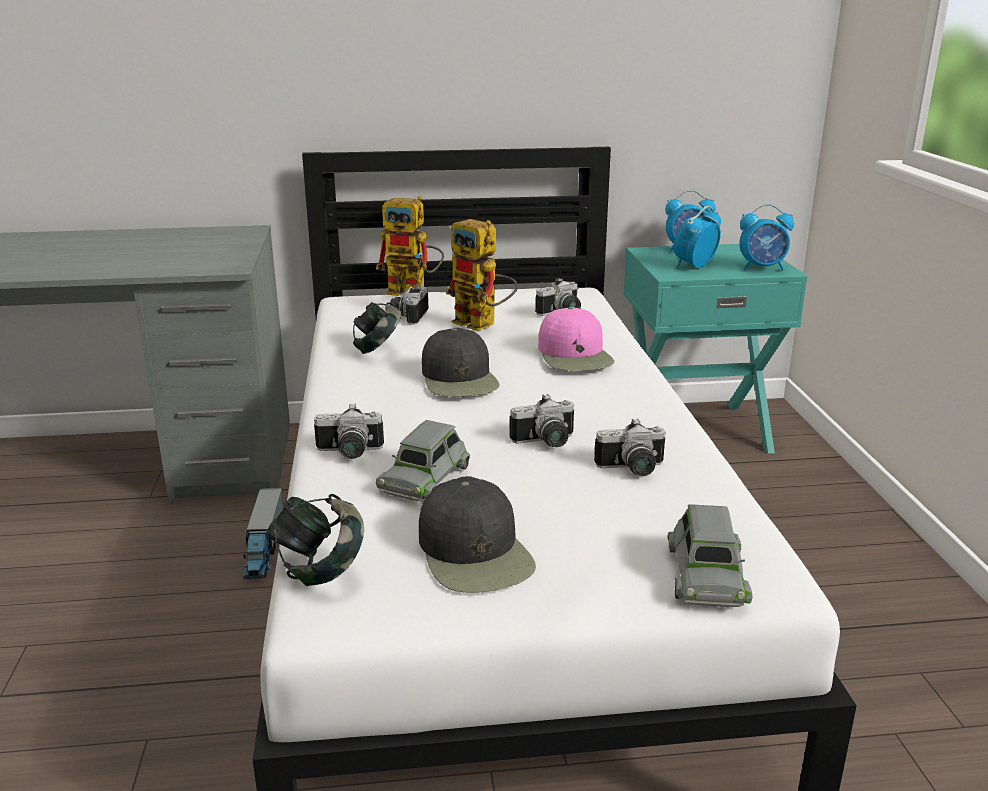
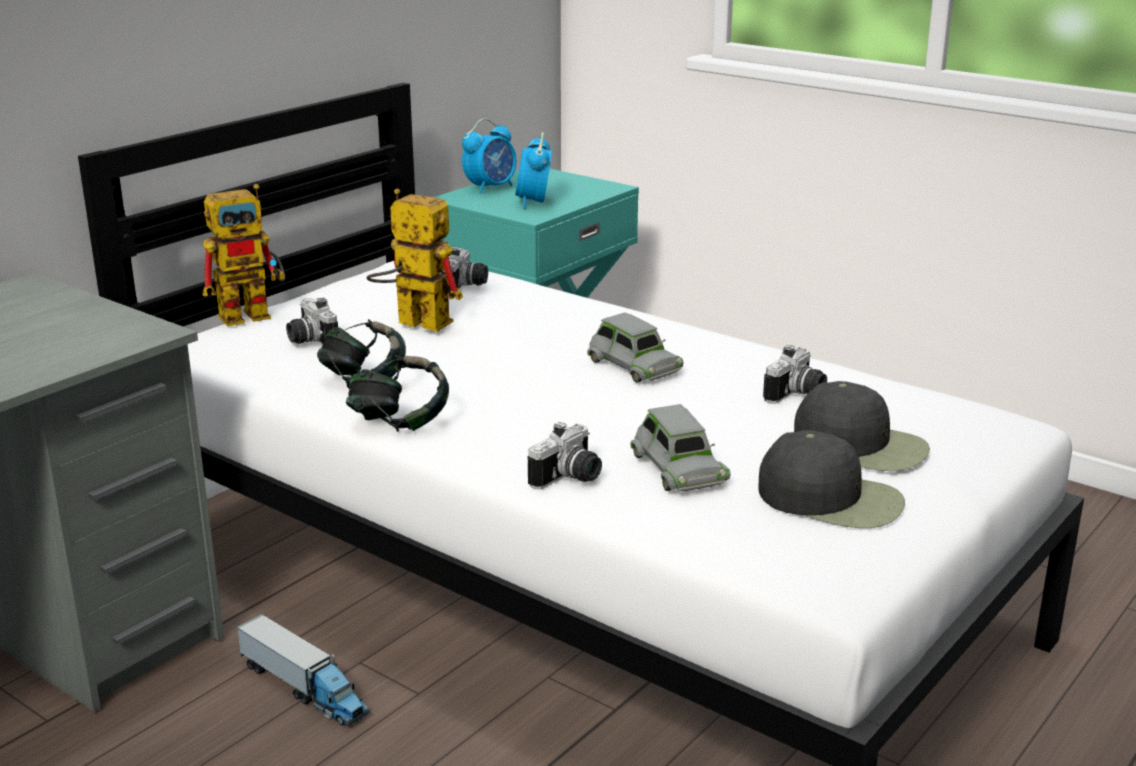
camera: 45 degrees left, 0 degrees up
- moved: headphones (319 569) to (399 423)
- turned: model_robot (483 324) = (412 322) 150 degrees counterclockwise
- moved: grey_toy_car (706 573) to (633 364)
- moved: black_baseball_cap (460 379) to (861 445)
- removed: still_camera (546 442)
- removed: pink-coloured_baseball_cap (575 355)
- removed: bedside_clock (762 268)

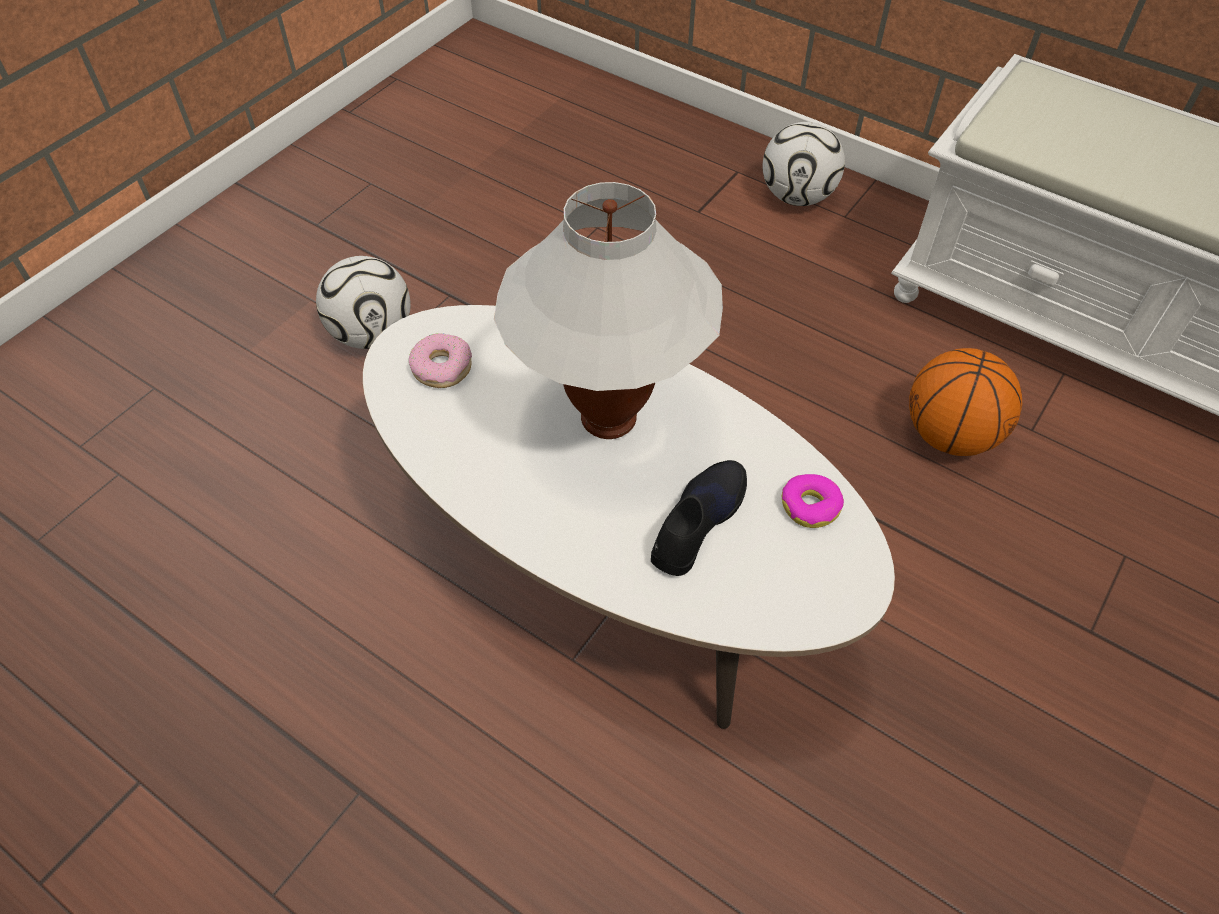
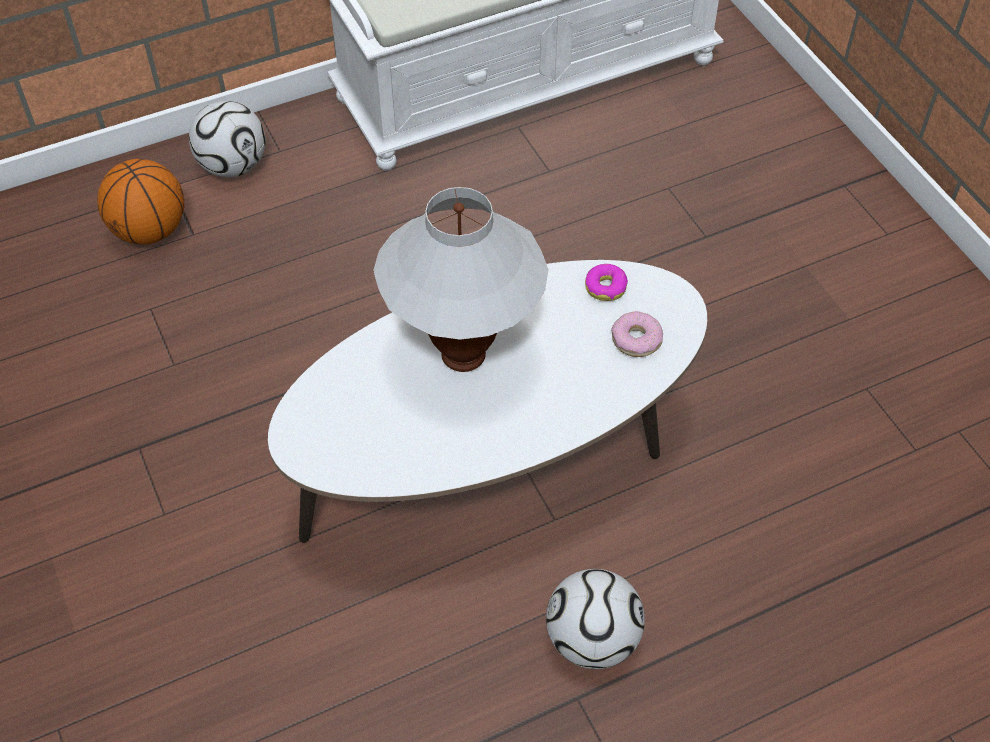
camera: 60 degrees left, 0 degrees up
- moved: ball_for_basketball (950 436) to (150 231)
- moved: football_ball (372 334) to (591 639)
- moved: doughnut (442 367) to (636 339)
- removed: black_low_shoe (697 521)

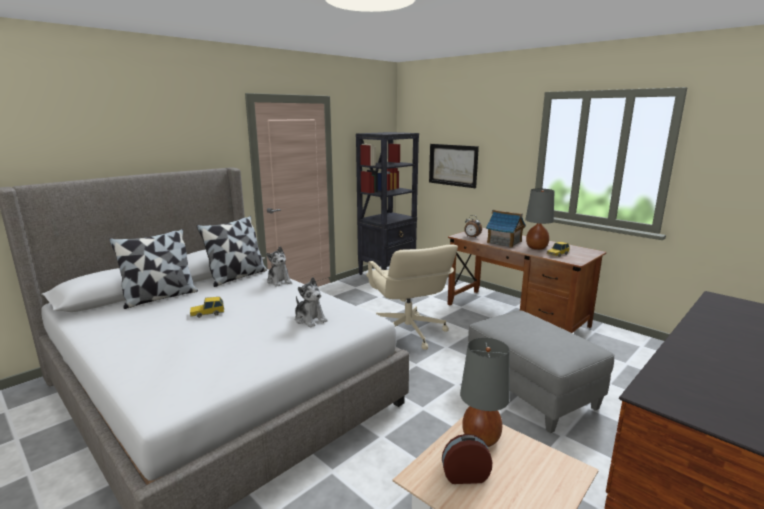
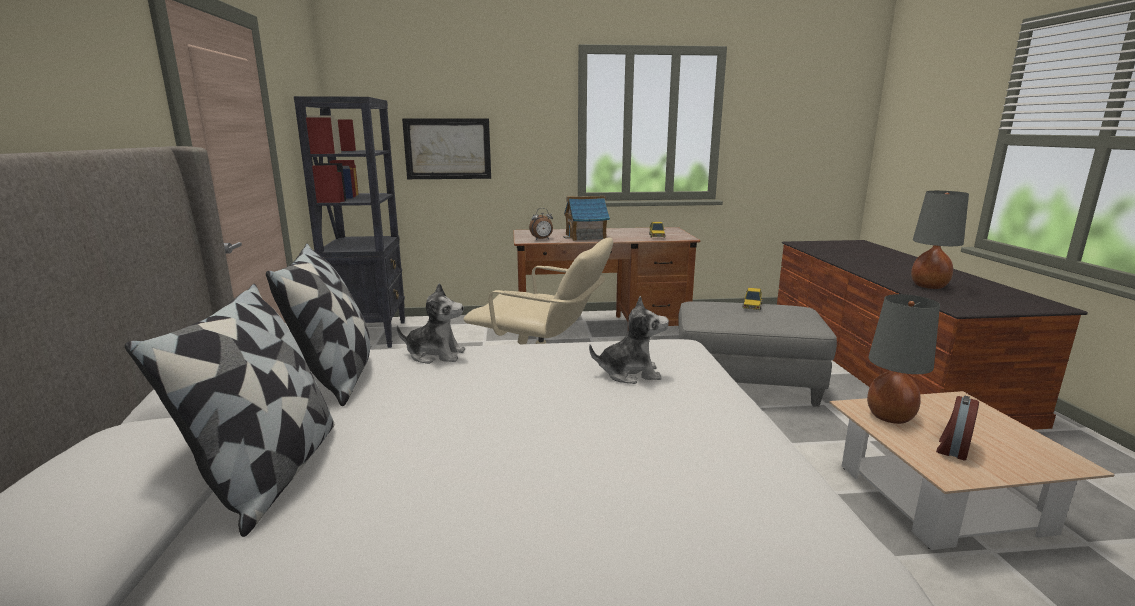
camera: 50 degrees left, 0 degrees up
- moved: toy_car (207 313) to (752 306)
- moved: grey_lamp_for_a_table (536 248) to (928 286)

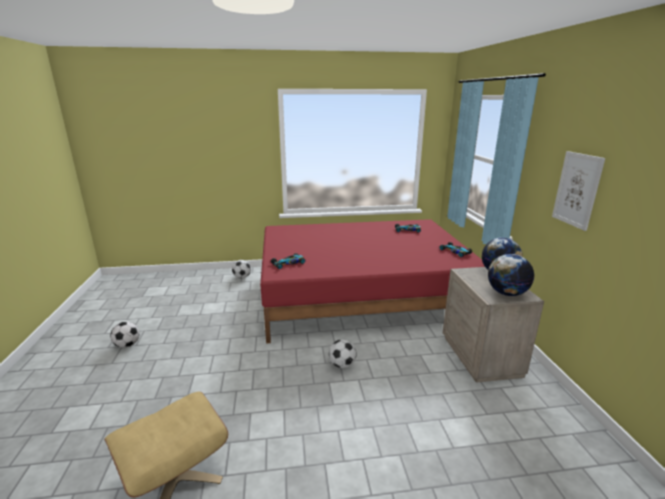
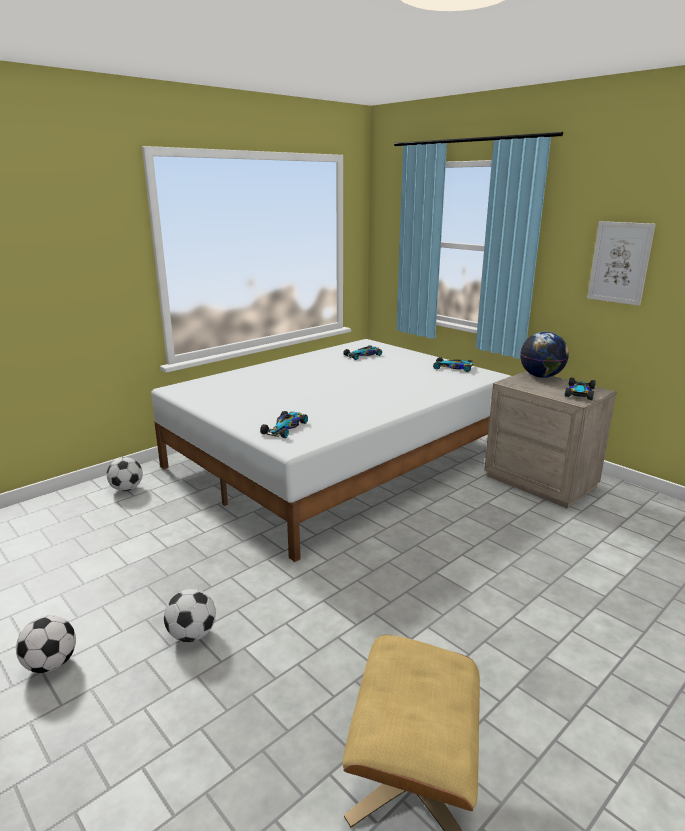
camera: 35 degrees left, 0 degrees up
- recoloured: reddish_bed (362 294) to white_bed (339 459)
- moved: football_ball (342 365) to (192 635)
- replaced: globe (506 293) to toy_car (579 393)

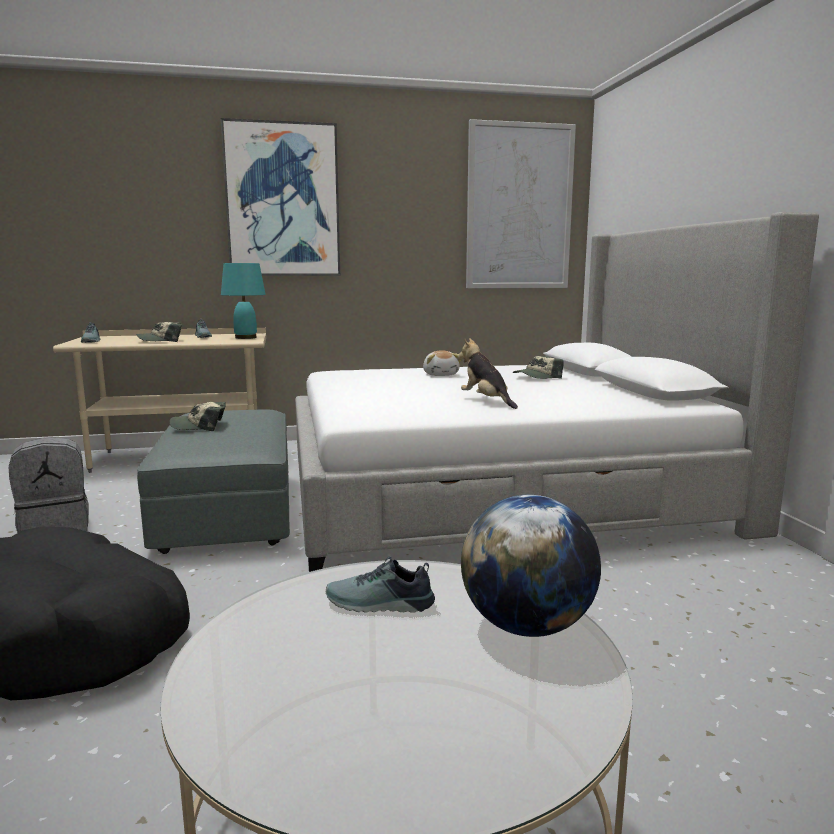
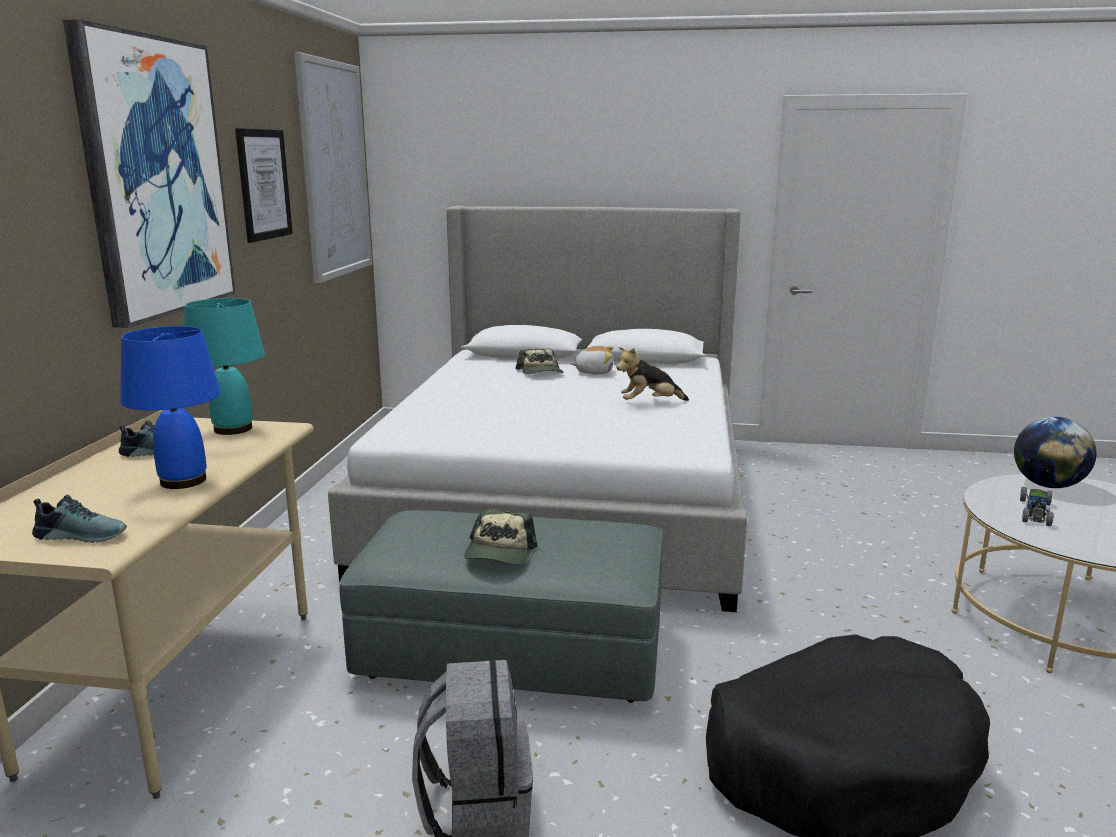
camera: 70 degrees left, 5 degrees up
- replaced: baseball_cap (160 341) to bluish_lamp_for_a_table (184 480)
- added: picture (263 184)
- moved: plush_toy (441 375) to (594 372)
- replaced: low_shoe (379 605) to toy_car (1035 512)

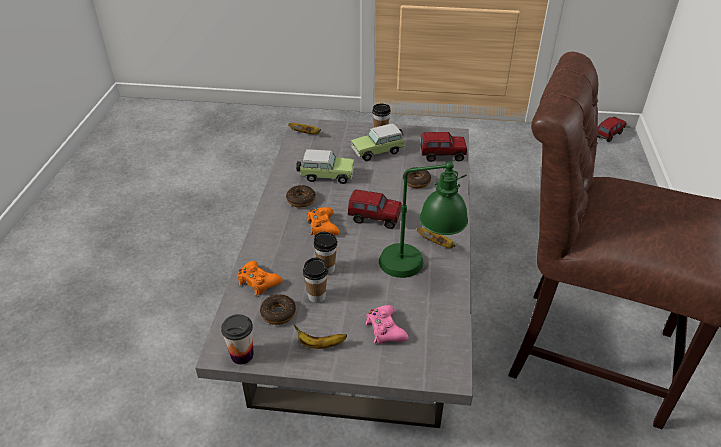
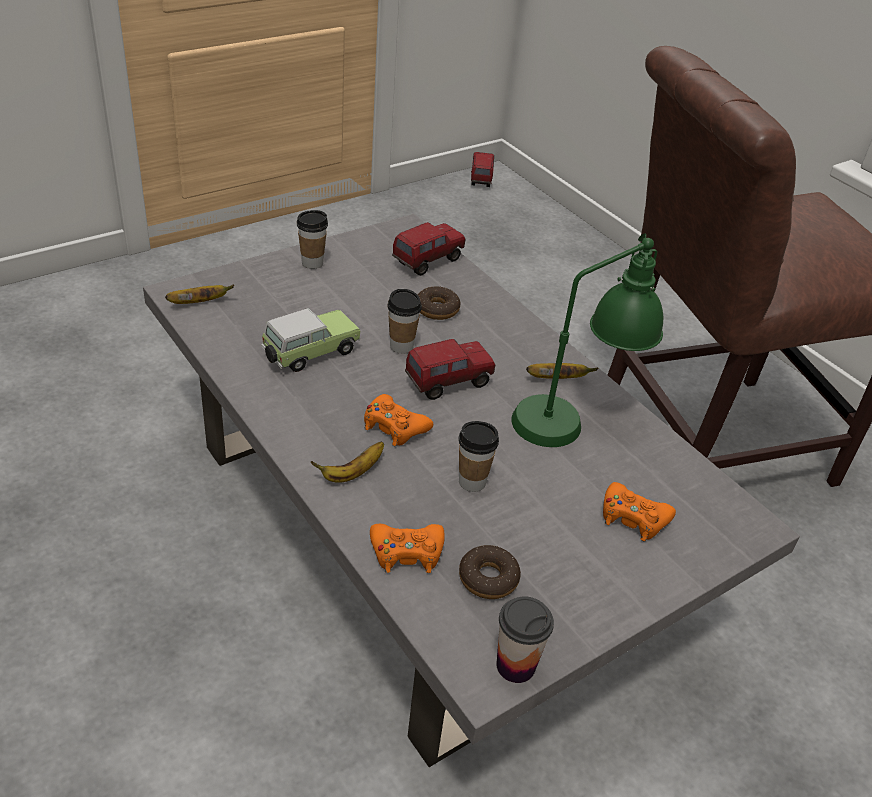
camera: 45 degrees left, 0 degrees up
- moved: banana (320 344) to (352 473)
- moved: cup (316 296) to (401 346)
- recoloured: pink-coloured_joypad (385 329) to orange-coloured_joypad (633 518)
- removed: doughnut (301 200)
- removed: toy_car (379 151)

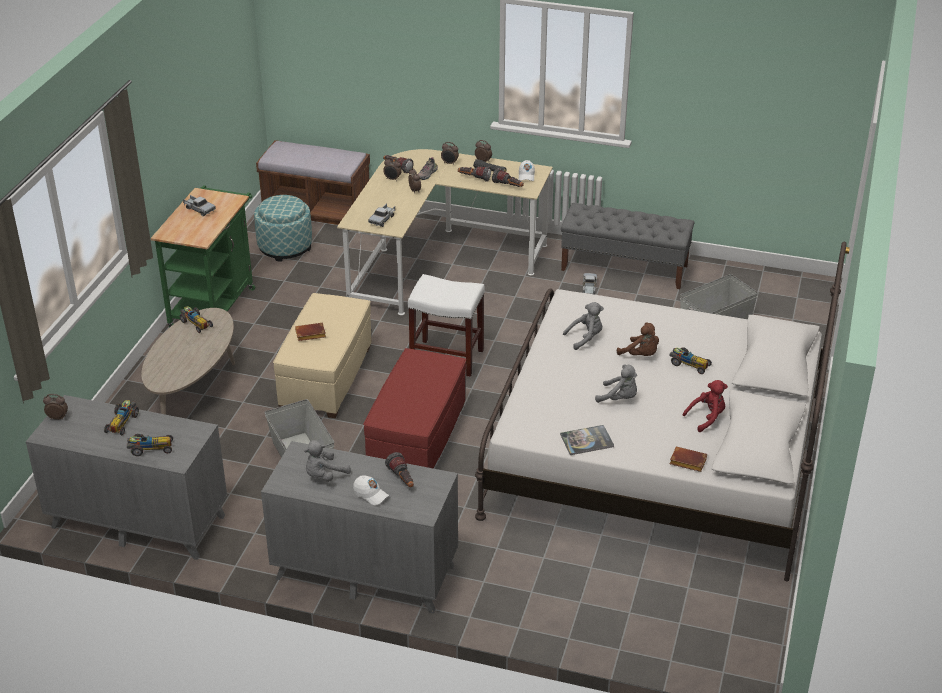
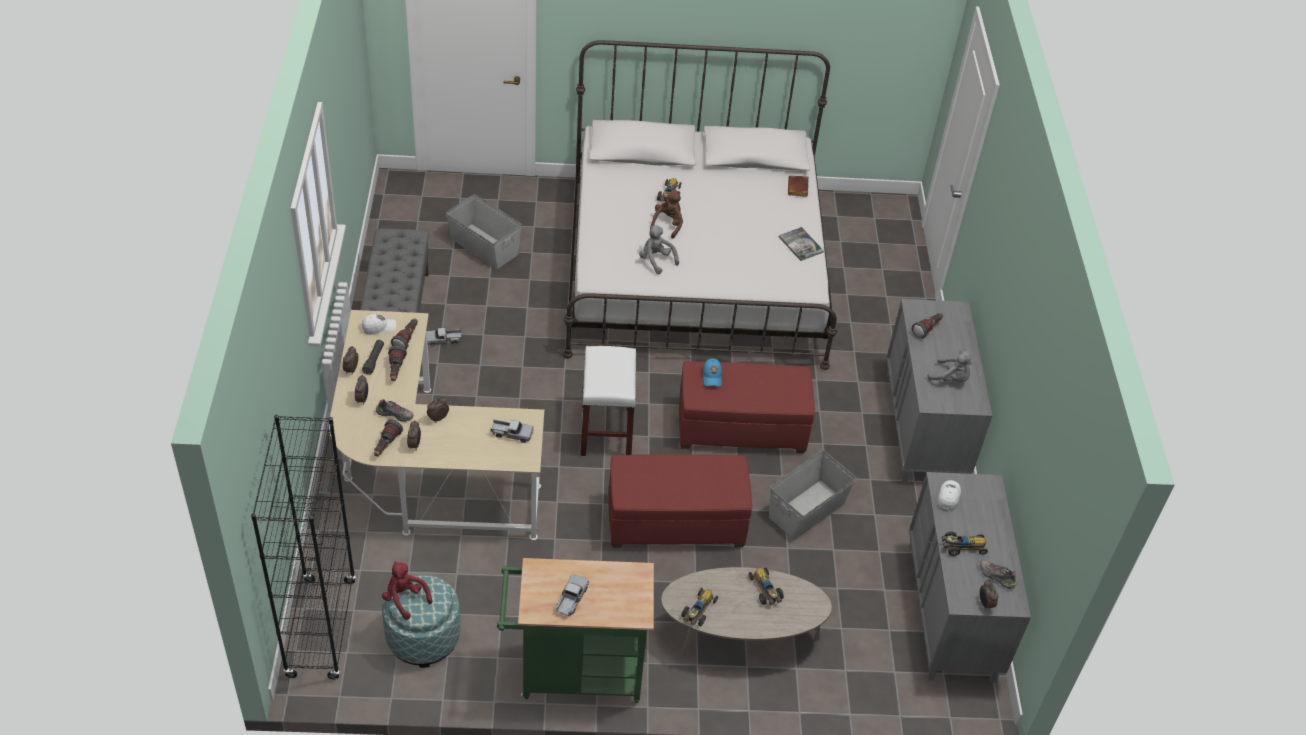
camera: 110 degrees left, 10 degrees up
- replaced: brownish_indoor_bench (317 210) to black_bookshelf (321 628)
- moved: reddish_plush_toy (707 418) to (405 599)
- recoloured: beige-coloured_pouffe (326 378) to reddish_pouffe (675 522)
- added: bluish_baseball_cap (712 377)
- moved: toy_car (150 448) to (765 590)
- moved: white_baseball_cap (370 494) to (948 497)
- added: low_shoe (996 577)
- removed: brownish_volume (309 335)
- removed: grey_plush_toy (619 398)

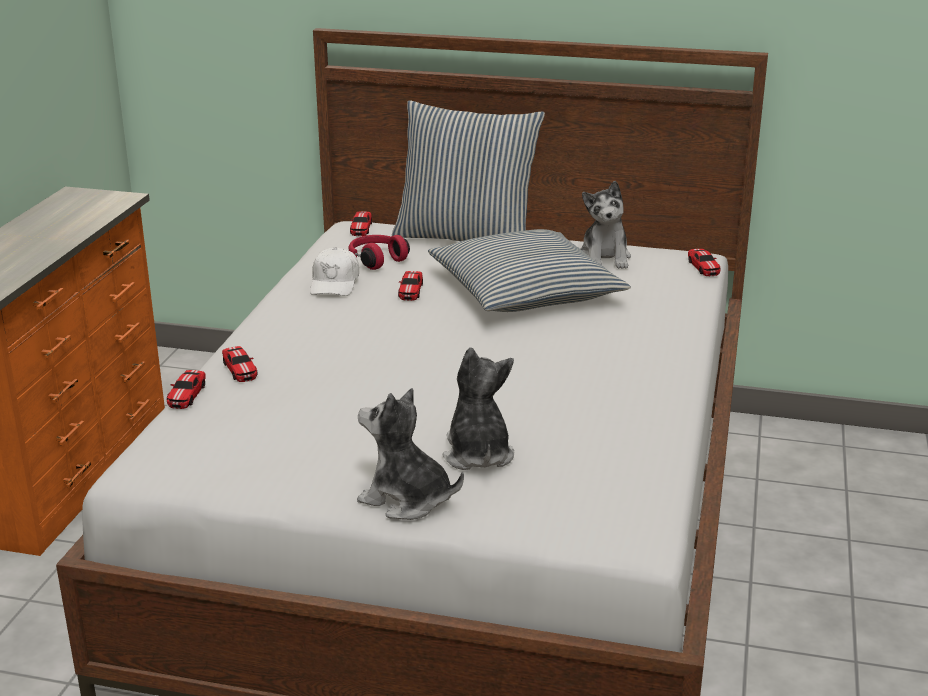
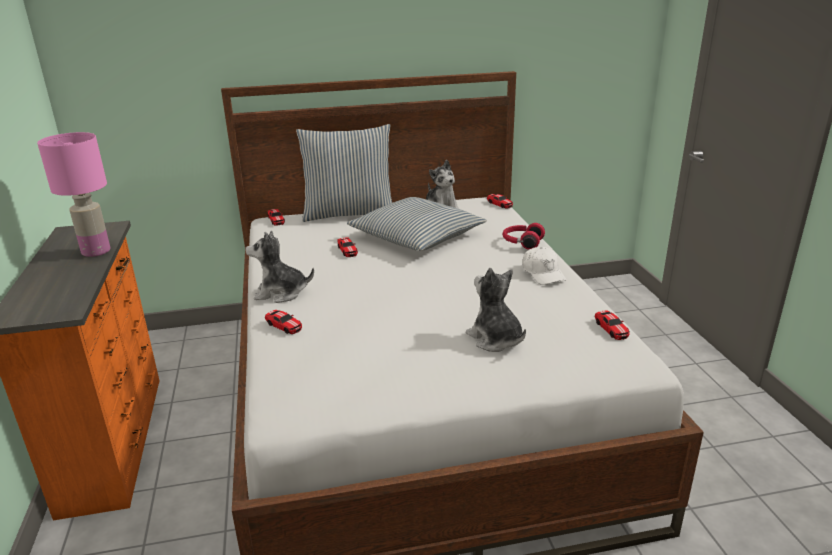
camera: 25 degrees left, 0 degrees up
- added: pink-coloured_lamp_for_a_table (97 251)
- moved: plush_toy (406 499) to (281 293)
- moved: reddish_headphones (376 260) to (522 243)
- moved: white_baseball_cap (335 283) to (543 273)
- moved: toy_car (187 394) to (611 328)

